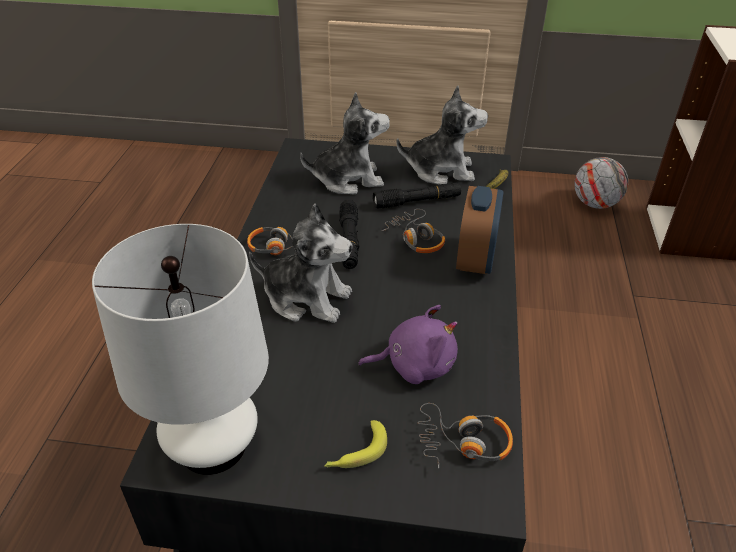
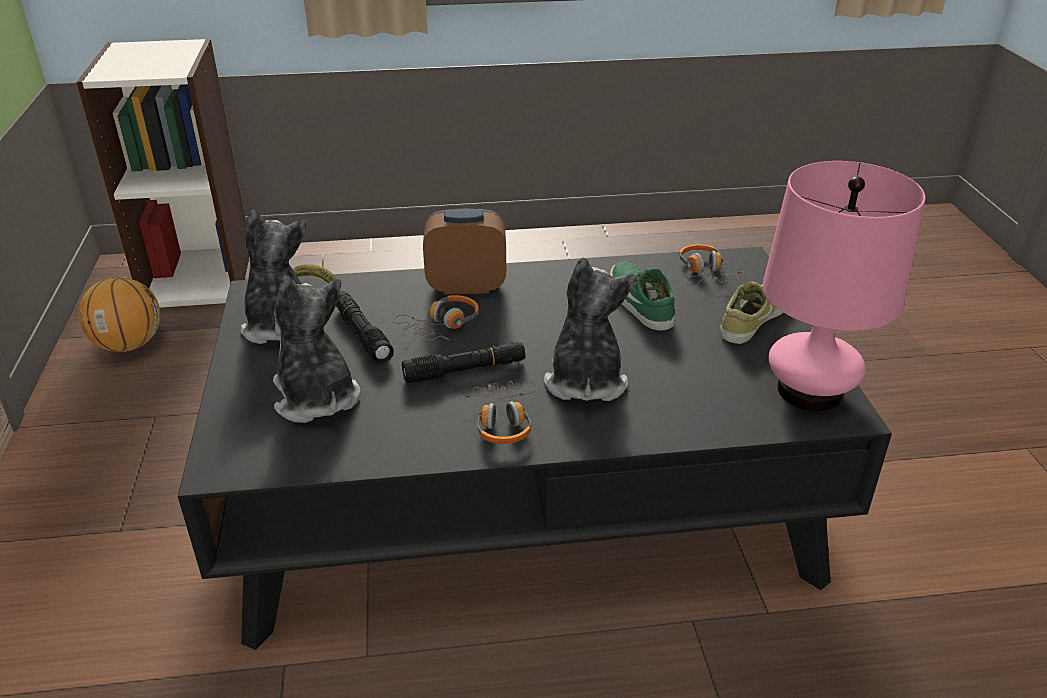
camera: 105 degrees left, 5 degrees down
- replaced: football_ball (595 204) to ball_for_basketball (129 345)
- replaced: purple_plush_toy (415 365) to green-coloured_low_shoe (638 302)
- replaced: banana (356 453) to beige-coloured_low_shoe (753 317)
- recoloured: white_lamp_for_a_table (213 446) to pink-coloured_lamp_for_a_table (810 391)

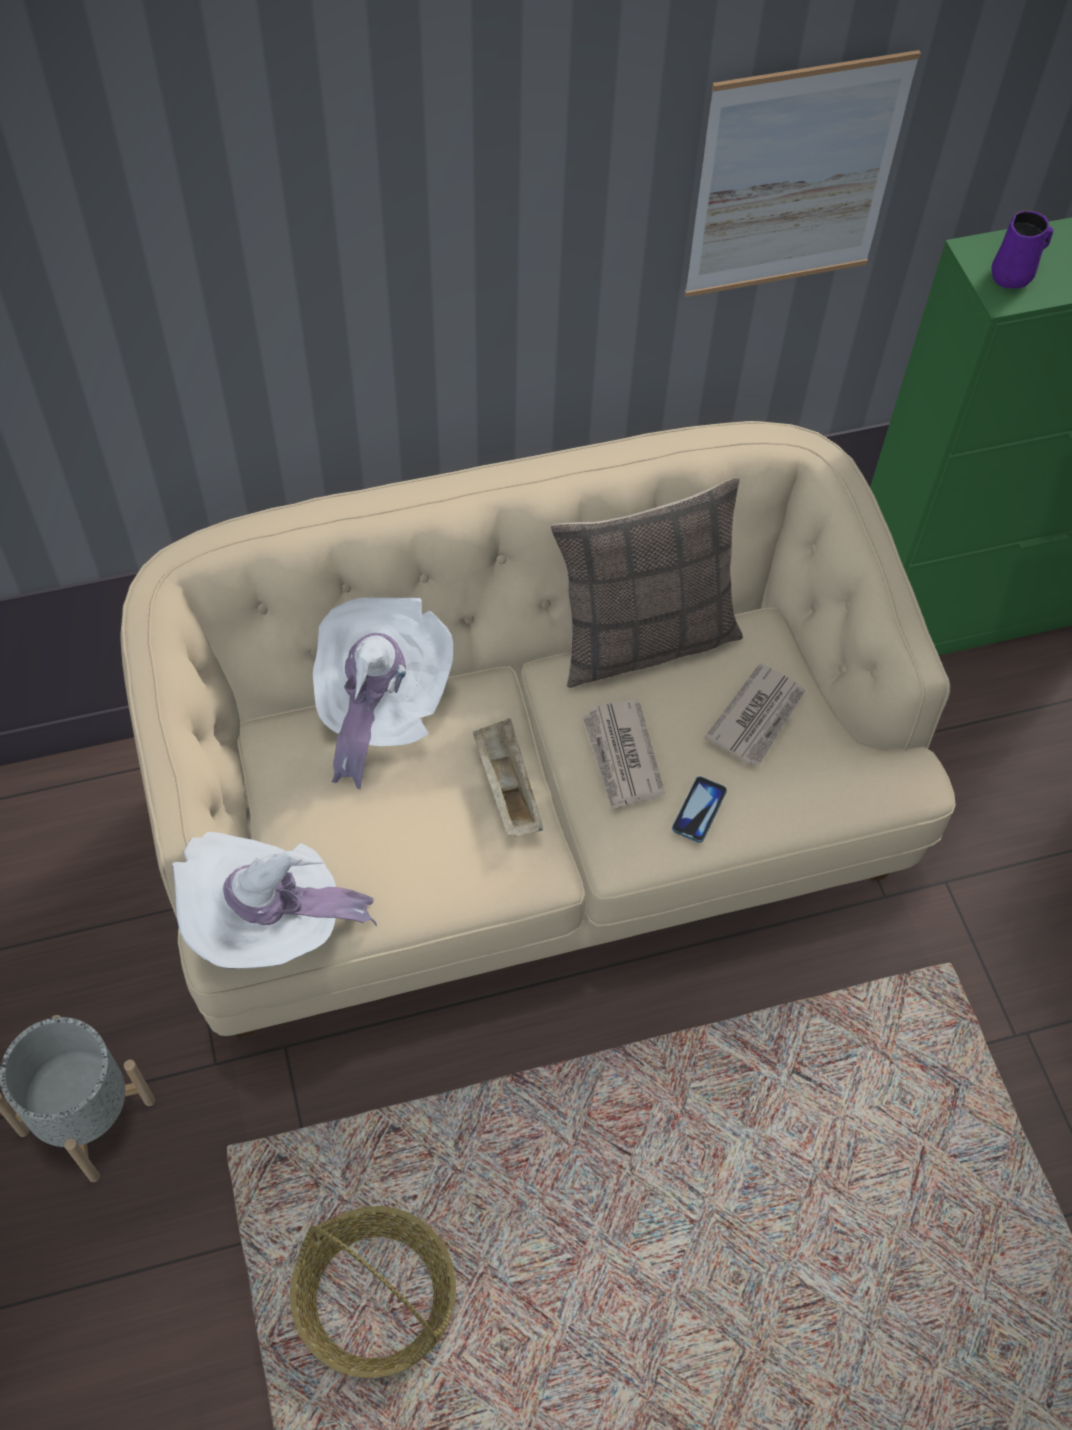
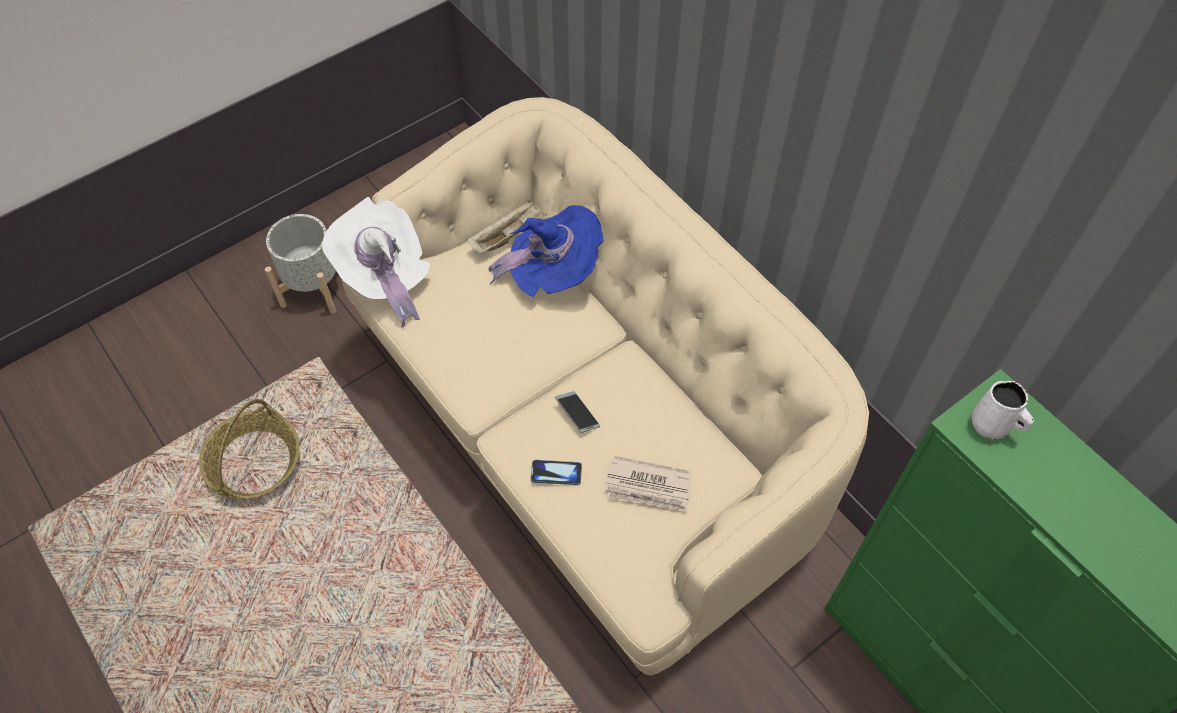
camera: 70 degrees right, 0 degrees up
- moved: beige-coloured_carrying_tray (507 788) to (508 236)
- recoloured: white_clothing_hat (379 706) to bluish_clothing_hat (553 272)
- replaced: daily_paper (621 757) to handset (577 414)
- recoloured: purple_tea_mug (1013 276) to white_tea_mug (991 426)
- removed: cushion (644 639)
- removed: picture (794 179)

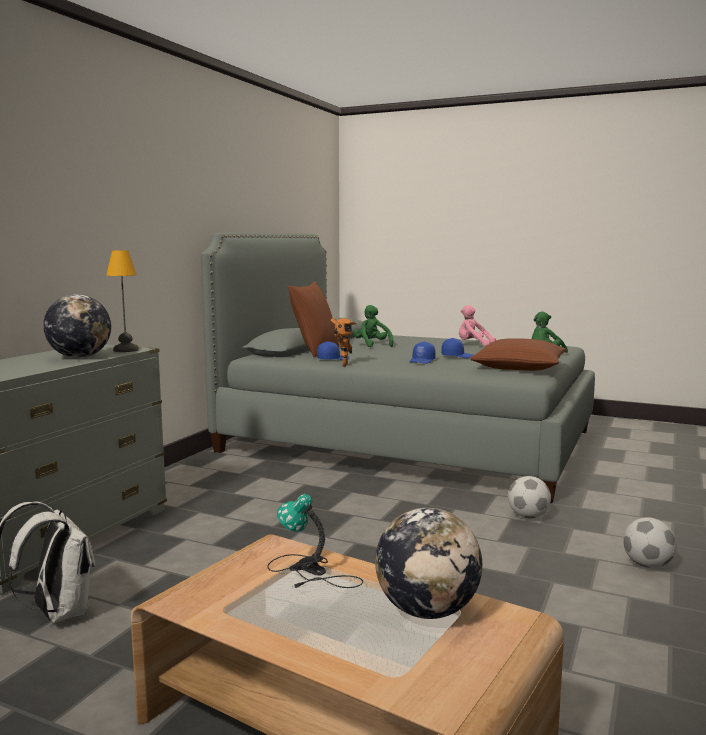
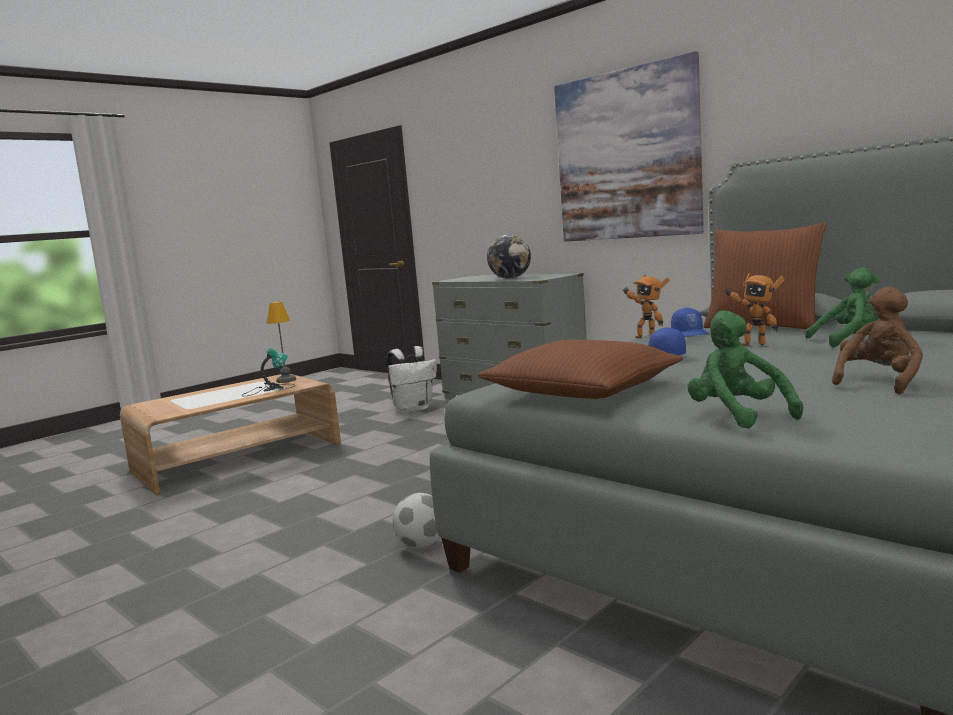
camera: 110 degrees right, 0 degrees up
- moved: lamp_for_a_table (126 350) to (286 380)
- added: picture (626 155)
- added: model_robot (753 344)
- recoloured: pink-coloured_plush_toy (473 345) to brownish_plush_toy (879 382)
- removed: globe (427 611)
- removed: bluish_baseball_cap (457 356)
- removed: football_ball (647 565)

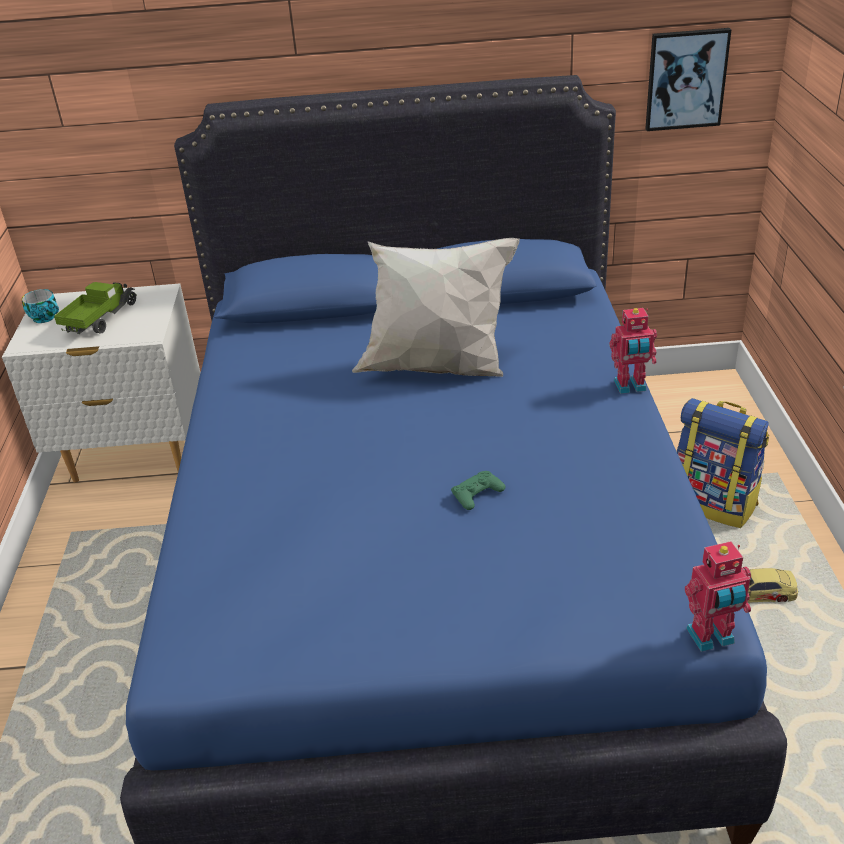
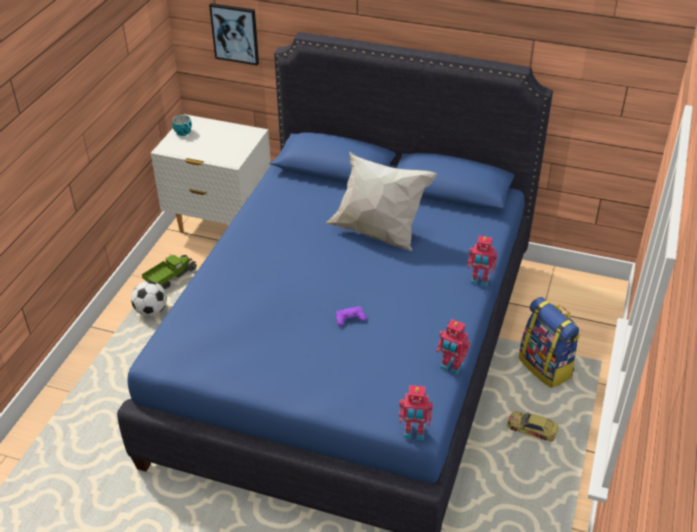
camera: 20 degrees right, 5 degrees up
- added: football_ball (151 311)
- moved: toy_truck (100 319) to (170 277)
- moved: picture (686 79) to (235 33)
- recoloured: green-coloured_joypad (477 494) to purple_joypad (350 318)
- added: model_robot (451 367)

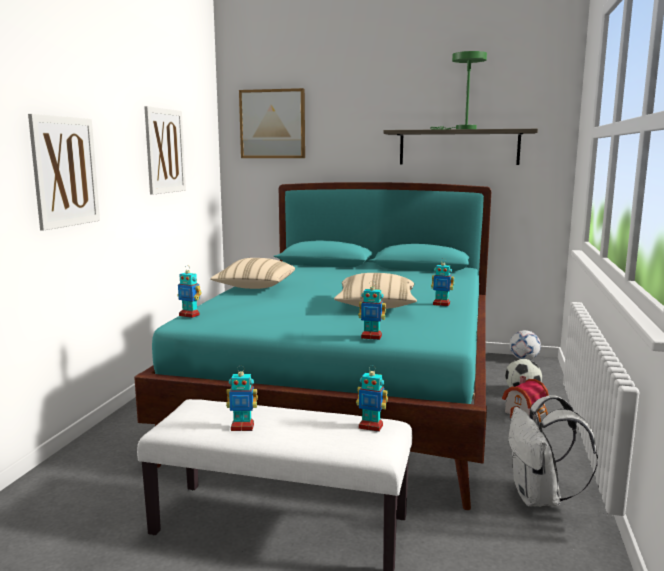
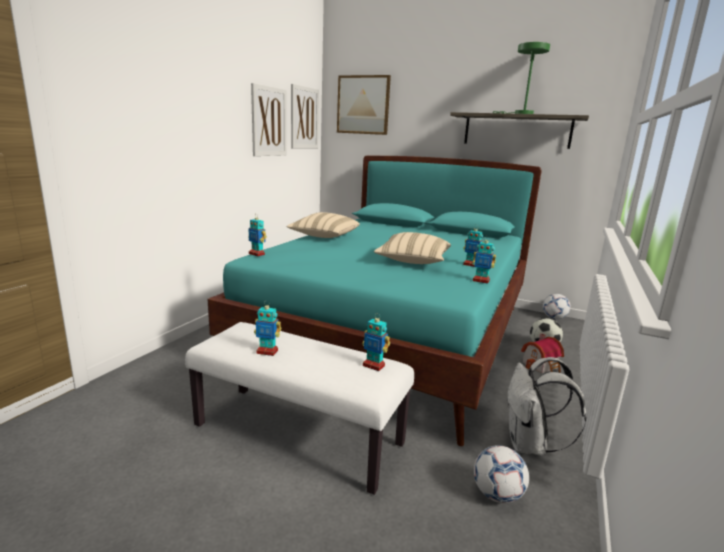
camera: 10 degrees right, 5 degrees up
- moved: picture (65 171) to (304 118)
- moved: model_robot (371 337) to (481 280)
- added: football_ball (497 494)

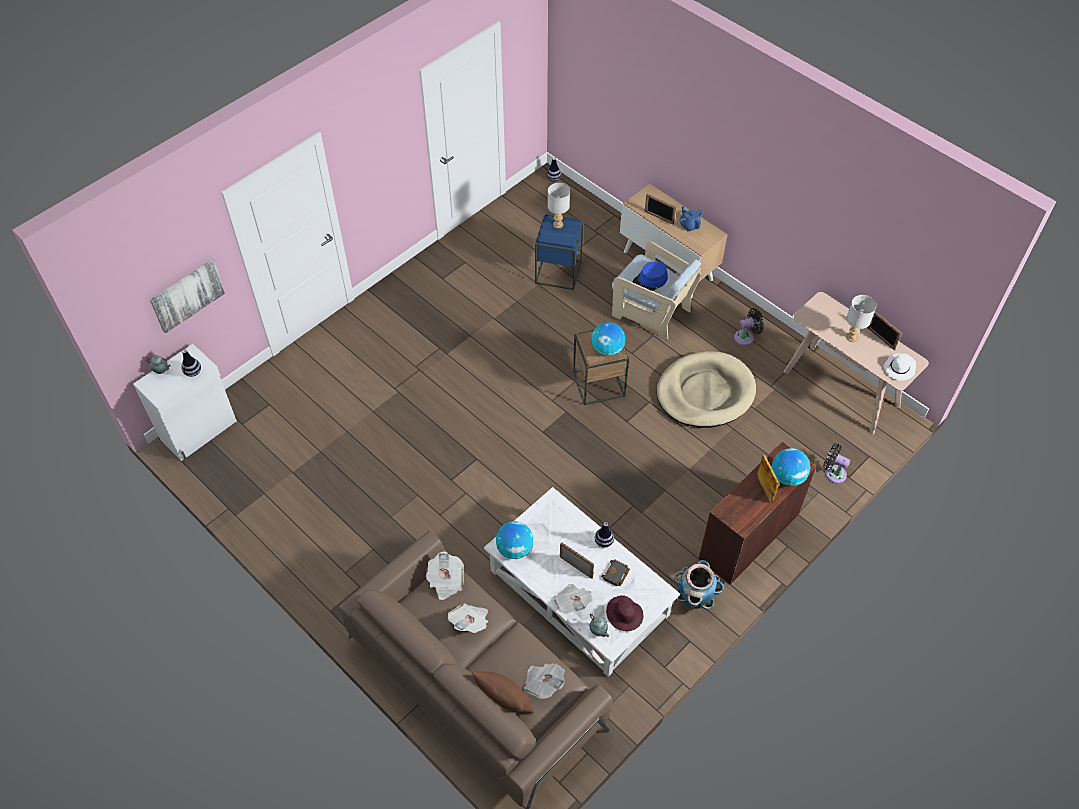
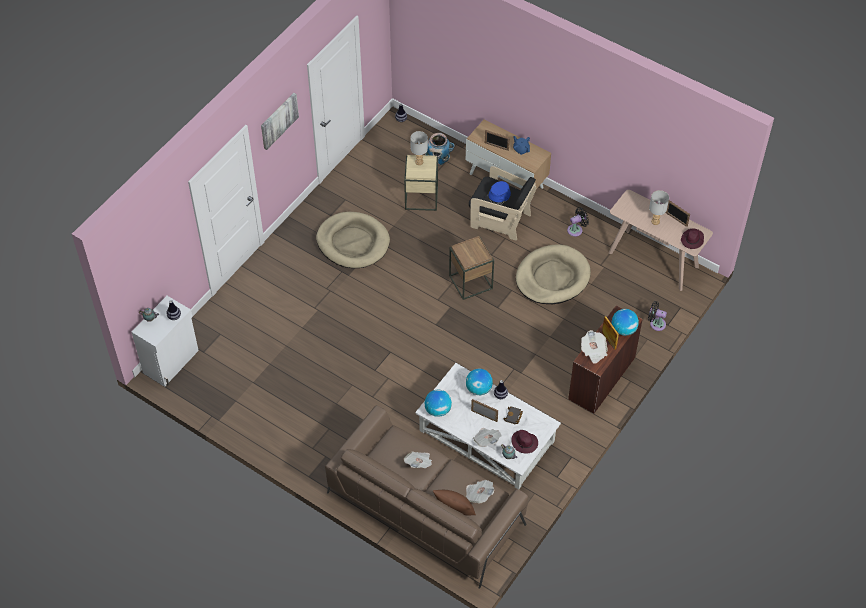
camera: 10 degrees left, 0 degrees up
- moved: picture (187 295) to (278 120)
- added: beige-coloured_dog_cushion (353 242)
- recoloured: bluish_accent_table (558 272) to beige-coloured_accent_table (421 197)
- moved: planter (694 598) to (438 160)
- moved: globe (607 349) to (478 389)
- recoloured: beige-coloured_lounge_chair (651 311) to black_lounge_chair (500 219)
- moved: daily_paper (445 581) to (593 351)
- recoloured: white_clothing_hat (899 369) to purple_clothing_hat (692 240)

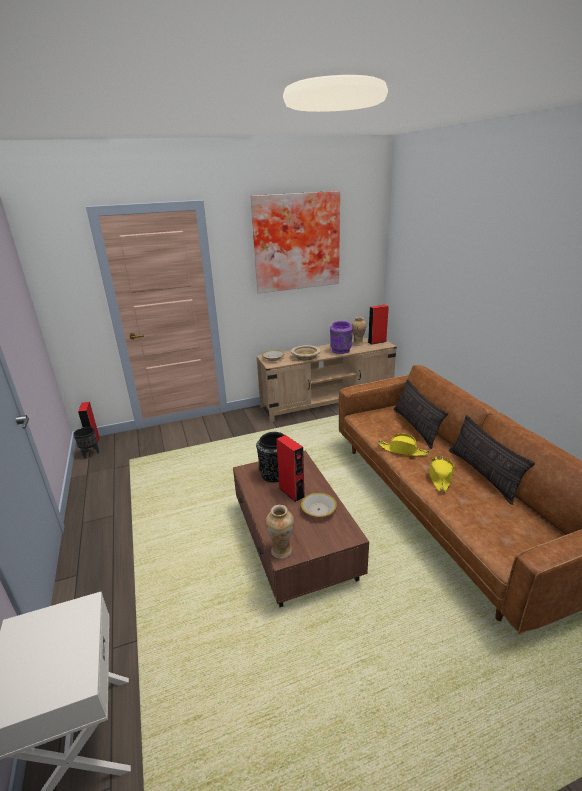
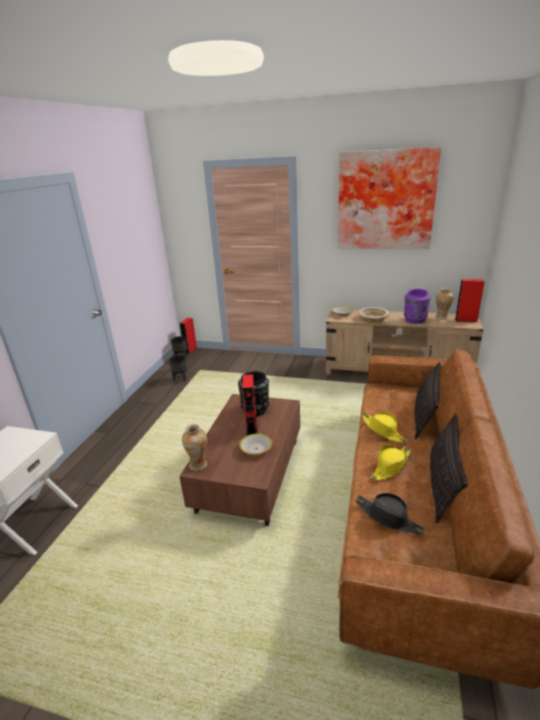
camera: 35 degrees right, 0 degrees up
- added: black_planter (180 378)
- added: black_clothing_hat (388 518)

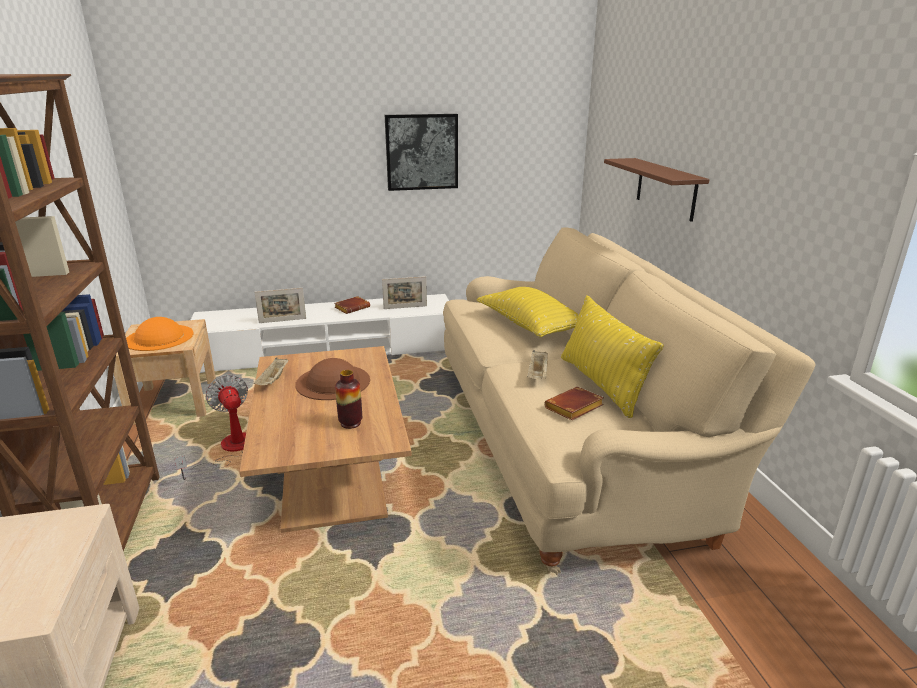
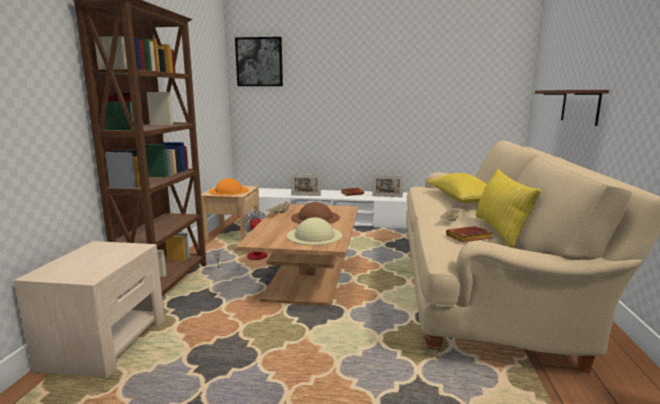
camera: 20 degrees right, 10 degrees down
- moved: picture (421 152) to (259 62)
- replaced: vase (350 423) to beige-coloured_clothing_hat (314 235)

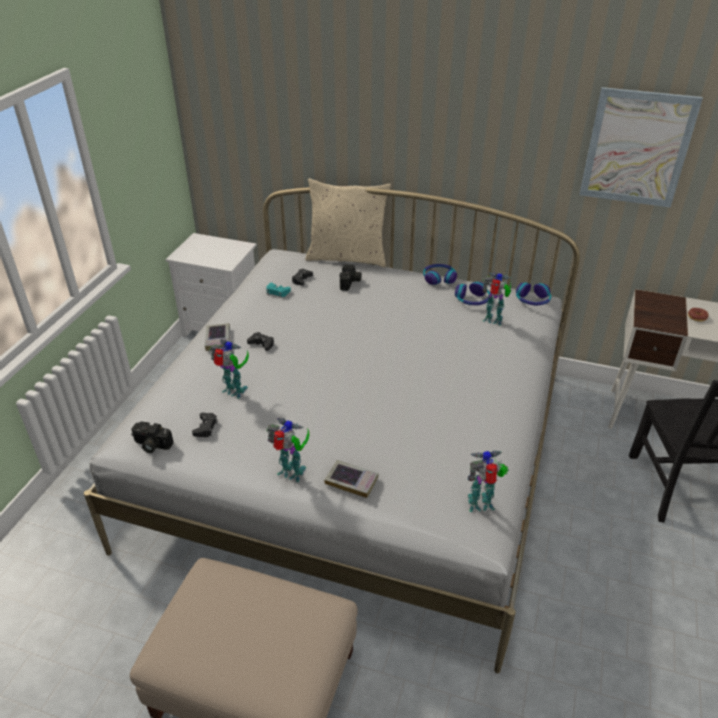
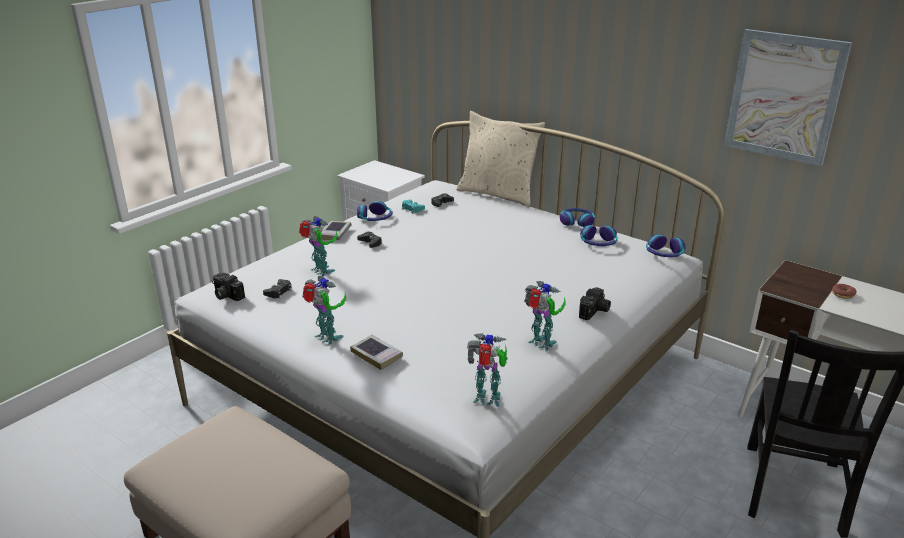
camera: 20 degrees right, 10 degrees down
- added: headphones (375 218)
- moved: model_robot (493 320) to (542 344)
- moved: still_camera (350 283) to (594 312)

